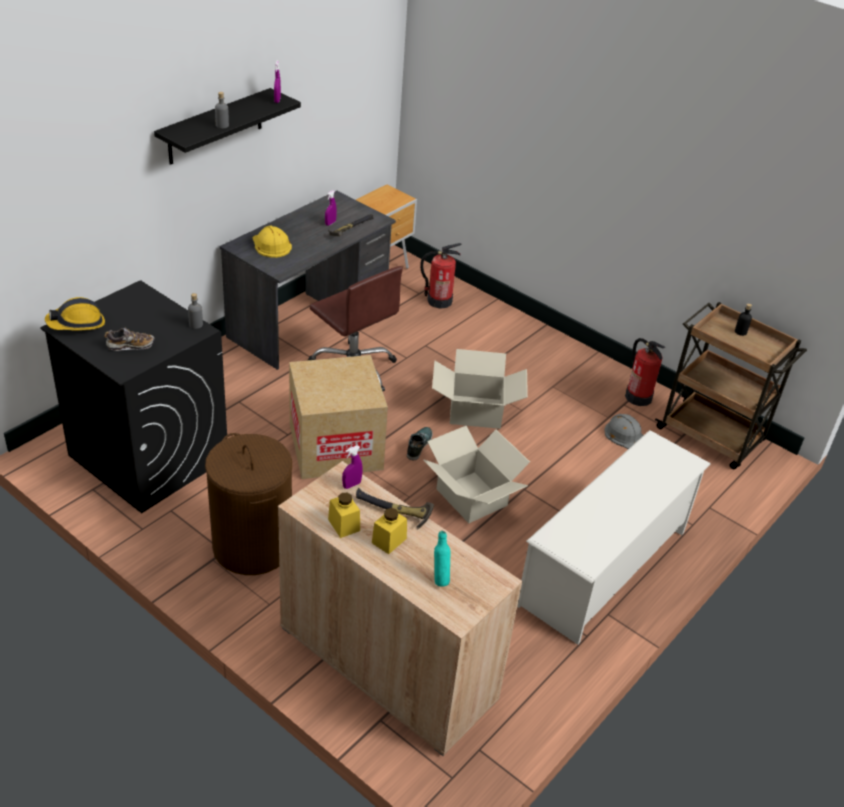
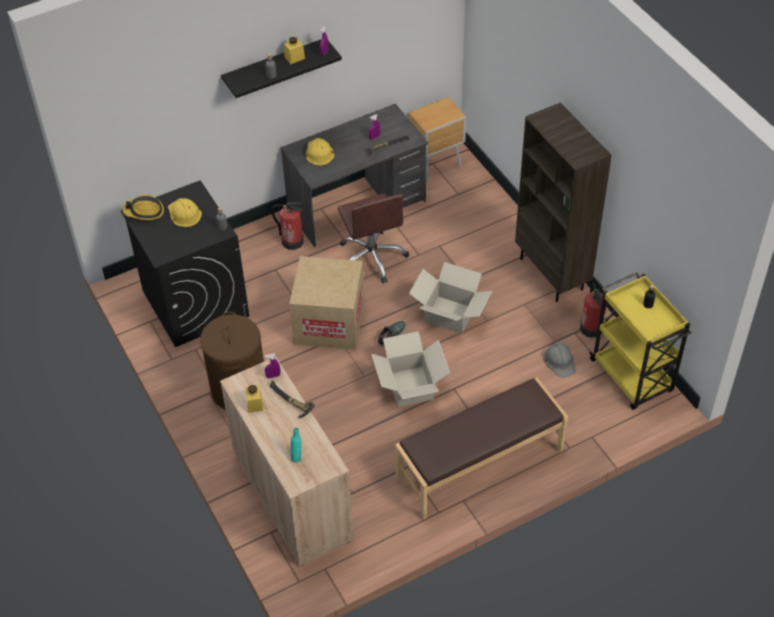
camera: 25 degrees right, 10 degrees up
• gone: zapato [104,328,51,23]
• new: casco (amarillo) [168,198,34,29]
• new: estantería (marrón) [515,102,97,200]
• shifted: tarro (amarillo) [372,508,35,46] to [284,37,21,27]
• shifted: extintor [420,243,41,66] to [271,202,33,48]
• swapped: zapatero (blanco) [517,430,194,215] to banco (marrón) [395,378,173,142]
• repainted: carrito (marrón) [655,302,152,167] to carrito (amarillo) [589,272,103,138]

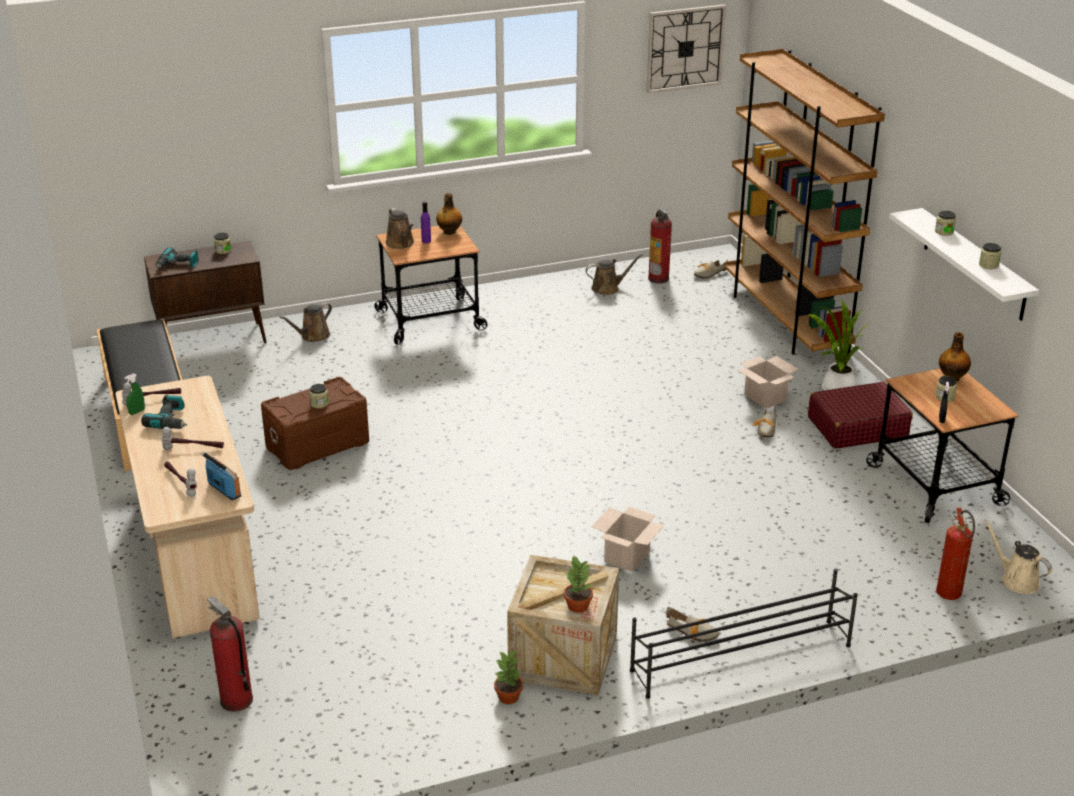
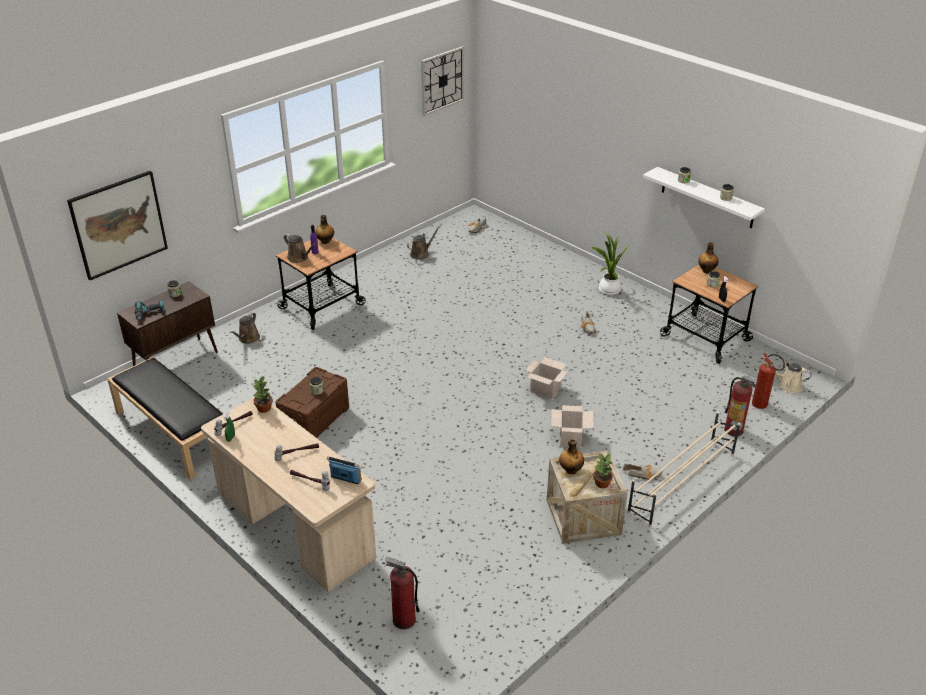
camera: 25 degrees left, 5 degrees up
• gone: taladro [141,395,46,34]
• gone: estantería (marrón) [724,49,161,306]
• gone: maleta (rojo) [808,382,105,67]
• new: cuadro [67,171,101,109]
• new: botella [559,439,25,35]
• shifted: planta en maceta [494,650,29,54] to [253,376,20,37]
• shifted: extintor [648,208,24,75] to [724,376,33,60]
• shifted: caja de cartón [738,356,61,53] to [526,357,42,42]
• repainted: zapatero (negro) [630,570,228,129] to zapatero (beis) [628,411,112,116]

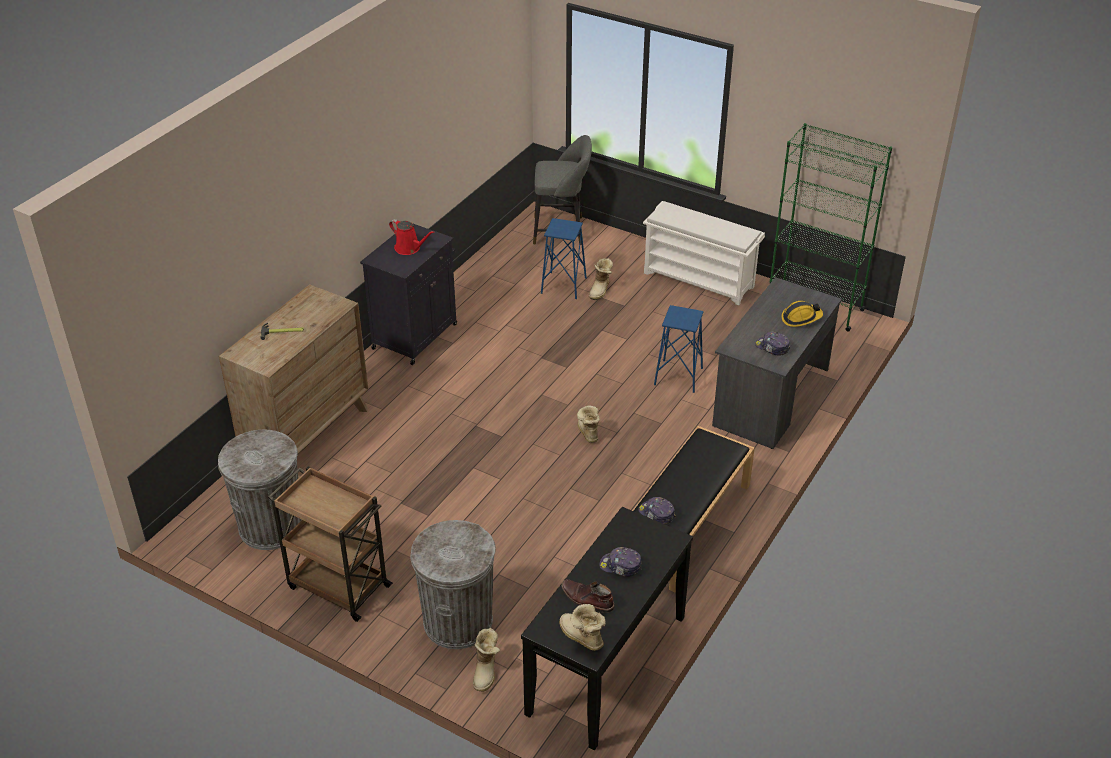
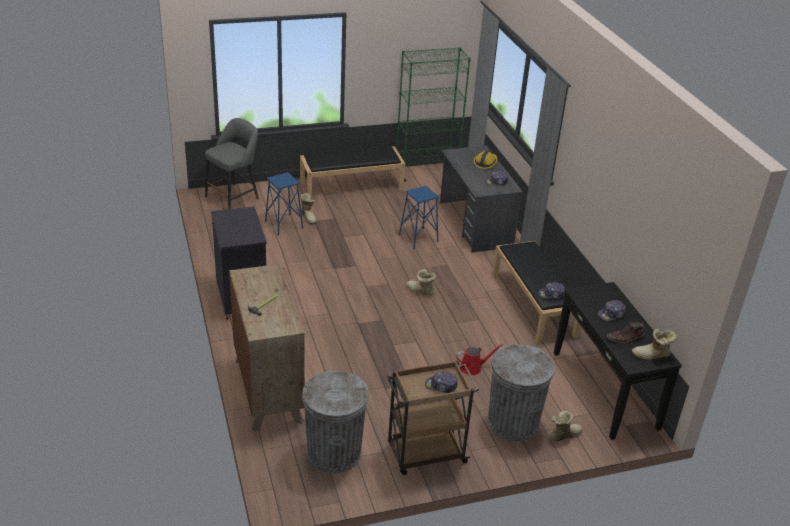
camera: 50 degrees left, 5 degrees down
• new: gorra [425,371,32,22]
• shifted: regadera (rojo) [389,219,45,36] to [456,344,47,32]
• swapped: zapatero (blanco) [643,201,122,104] to banco (negro) [300,146,105,54]
• rotated: bota [473,628,27,64] = [550,411,33,30] 75 degrees counterclockwise

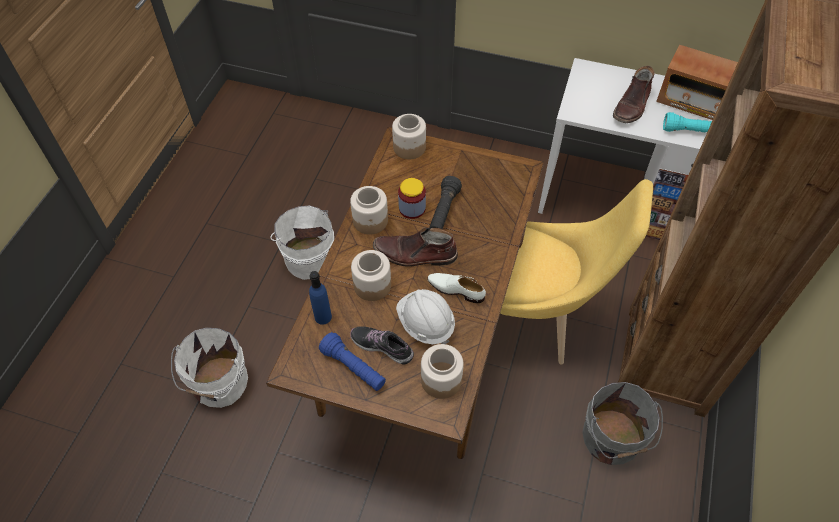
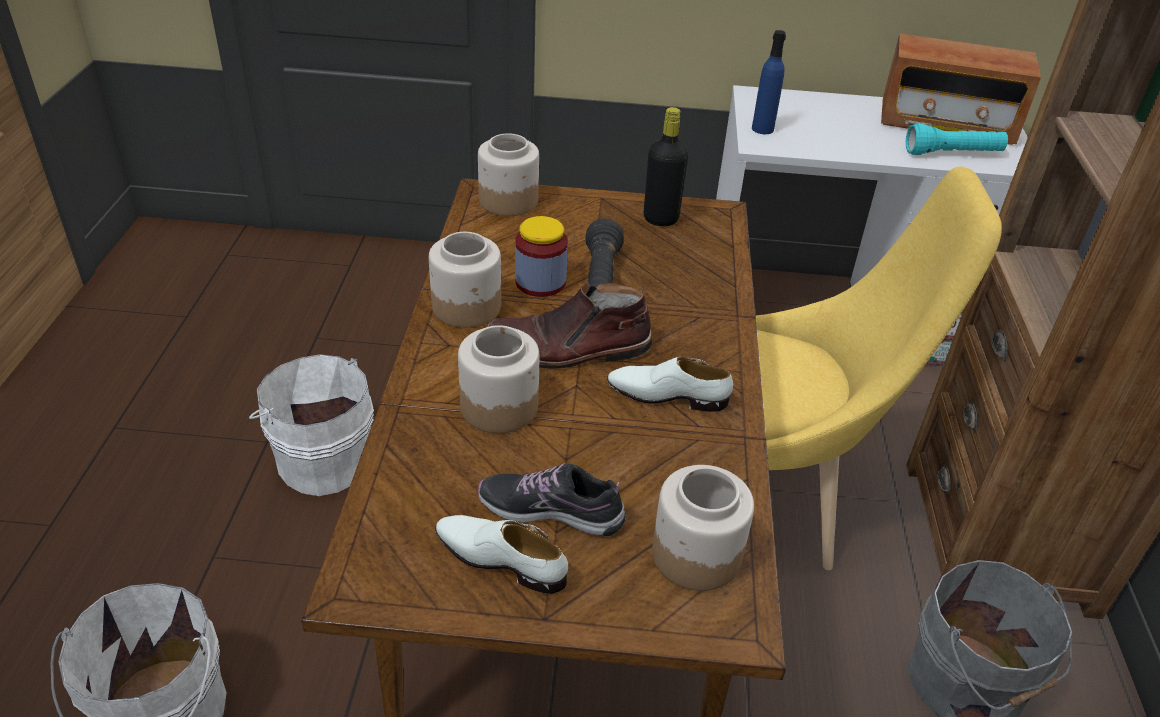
camera: 15 degrees left, 15 degrees down
• gone: casco (blanco) [396,289,59,56]
• gone: bota (marrón) [613,66,41,57]
• new: botella (negro) [644,107,44,119]
• shifted: botella (azul) [309,271,23,54] to [752,30,34,104]
• swapped: linterna (azul) [319,332,67,59] to zapato (blanco) [435,515,133,79]

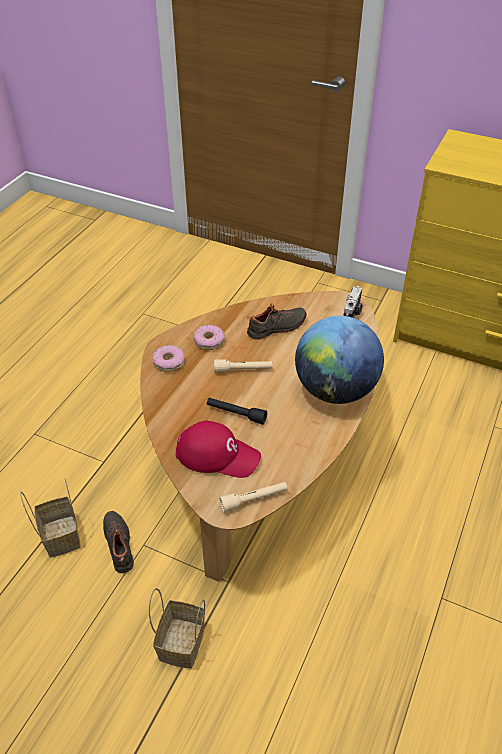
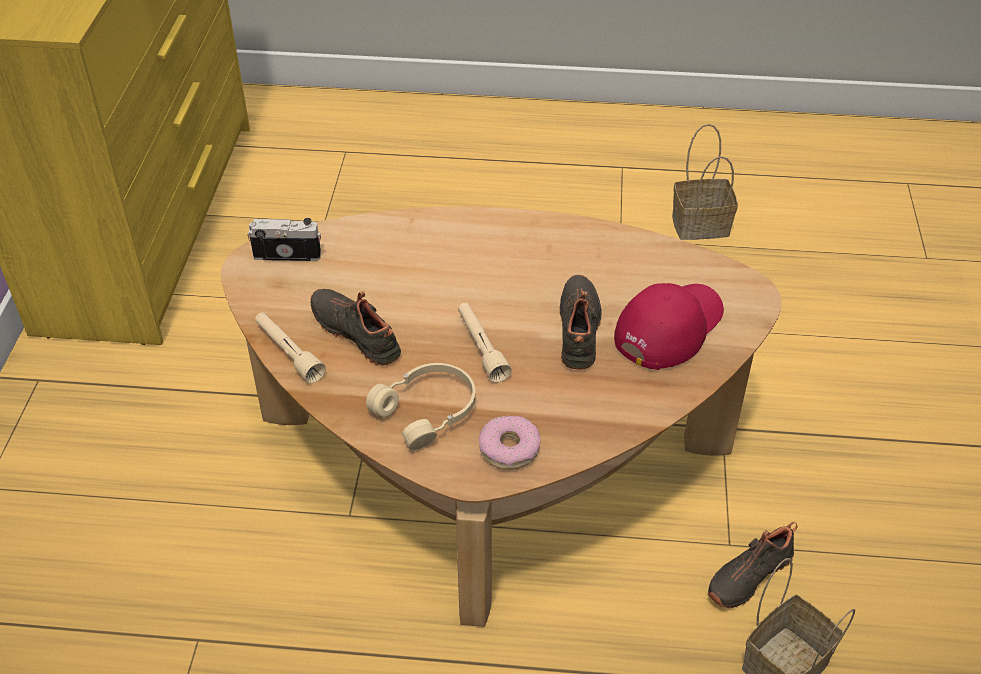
camera: 110 degrees left, 0 degrees up
• gone: globo terráqueo [295,316,89,88]
• shifted: cesta [149,588,56,81] to [672,124,66,116]
• shifted: linterna (beis) [219,482,68,31] to [255,313,71,70]
• swapped: rosquilla [193,325,32,25] to auriculares (beis) [366,363,110,87]
• swapped: linterna (negro) [207,398,60,27] to zapato (negro) [560,275,42,94]
• rotated: gorra (rojo) [176,420,85,58] = [614,283,110,87] 45 degrees clockwise

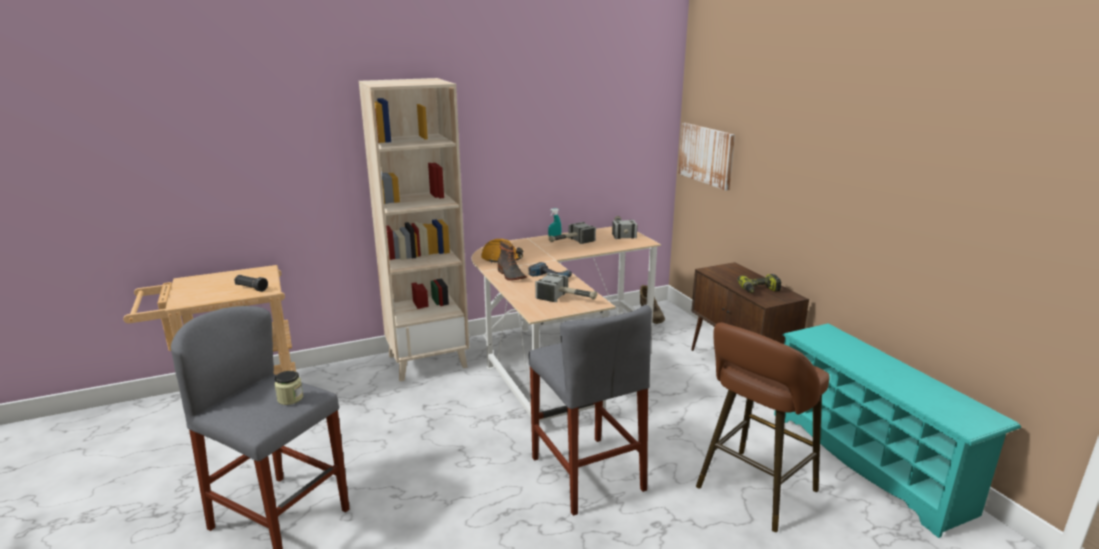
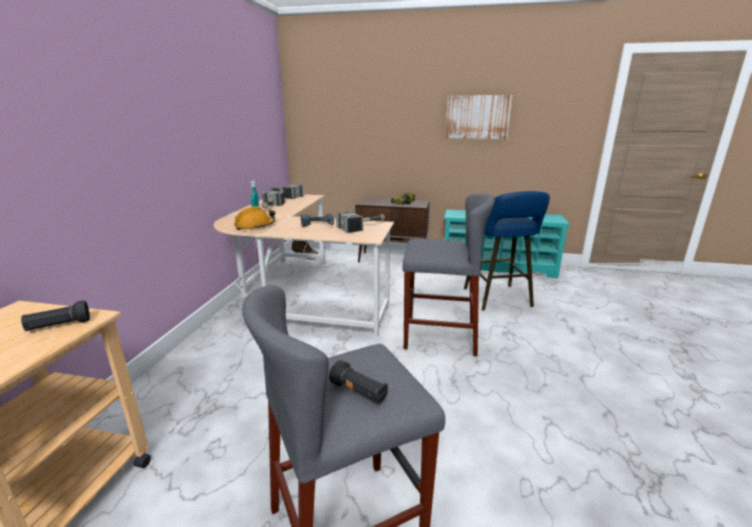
camera: 55 degrees left, 0 degrees up
• gone: tarro [274,371,29,34]
• gone: estantería (beis) [359,78,110,303]
• gone: bota [498,240,29,41]
• new: linterna (negro) [329,360,59,43]
• shifted: cuadro [678,123,57,68] to [445,95,68,44]
• repainted: taburete (marrón) [696,323,134,209] to taburete (azul) [464,191,86,119]

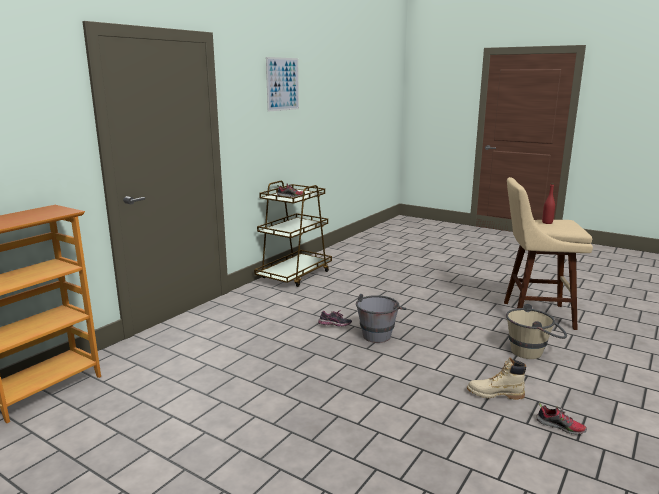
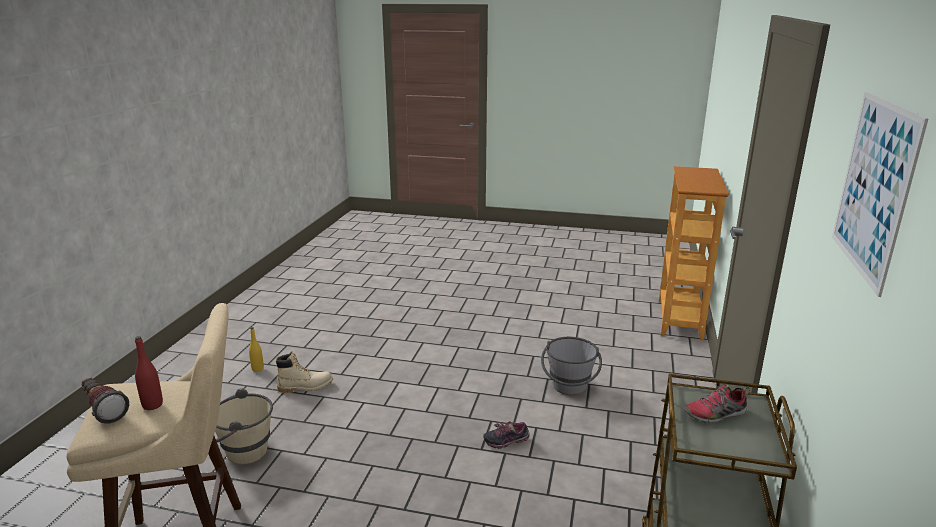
camera: 160 degrees right, 5 degrees up
• new: linterna [81,378,48,46]
• shifted: cubo (gris) [356,294,50,49] to [541,337,61,58]
• swapped: zapato [536,403,51,32] to botella (amarillo) [249,327,15,45]

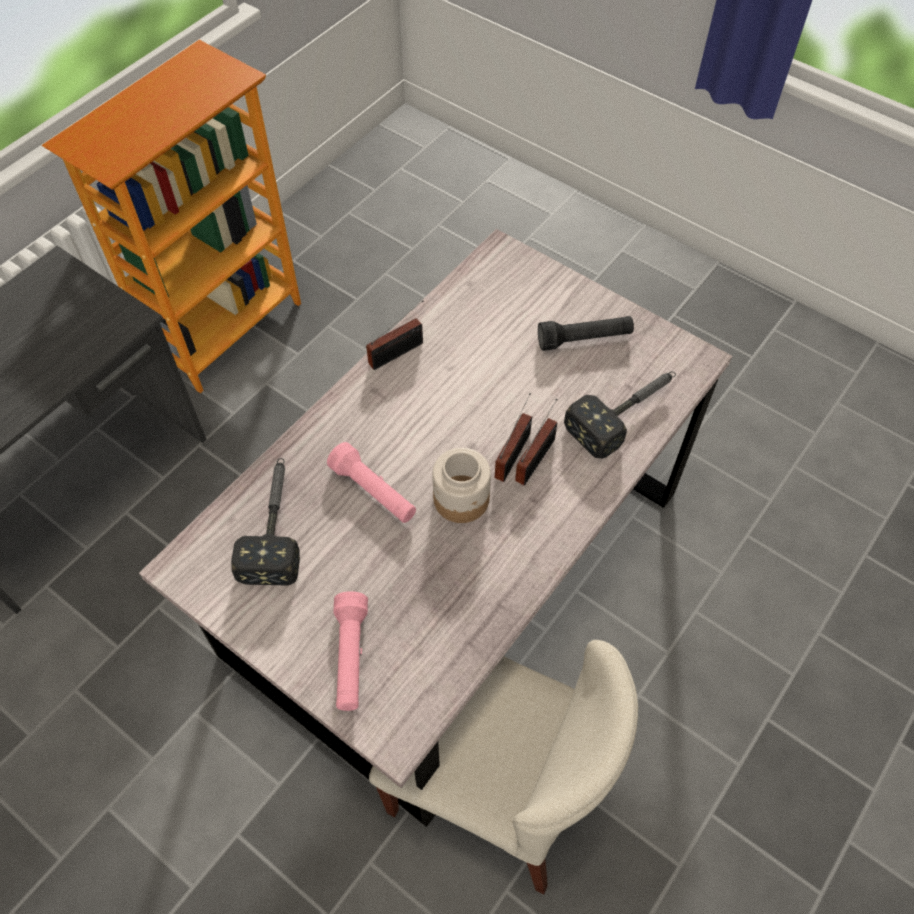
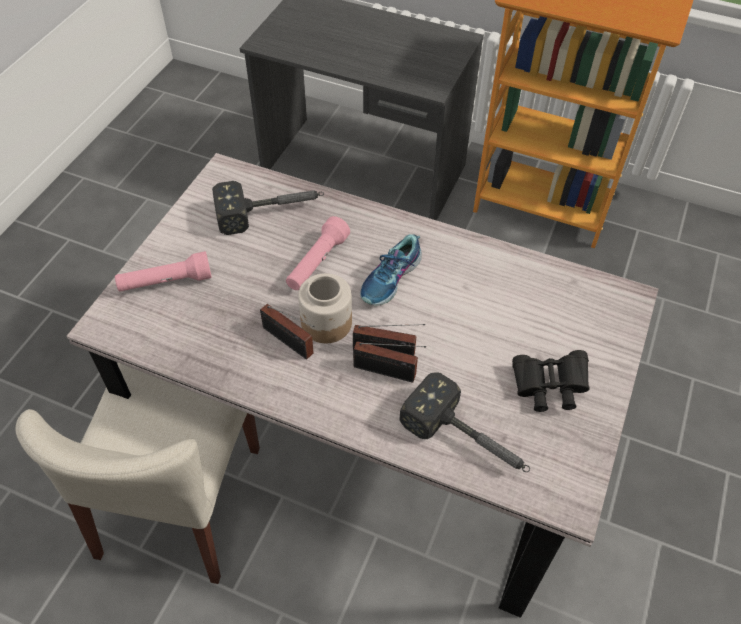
camera: 75 degrees right, 5 degrees down
• new: zapato [360,234,62,72]
• shifted: radio [366,301,57,69] to [260,304,55,56]
• swapped: linterna (negro) [538,316,96,35] to prismáticos (negro) [512,350,78,62]

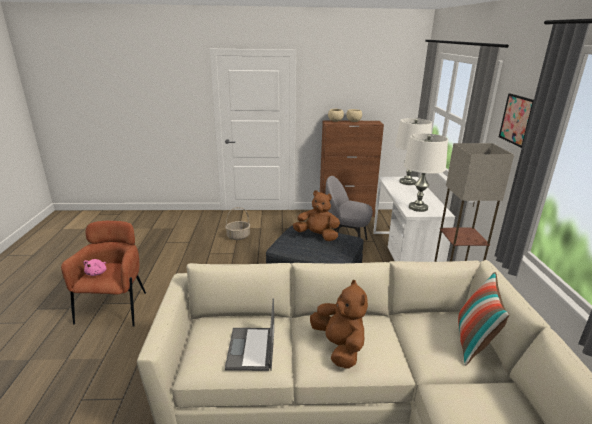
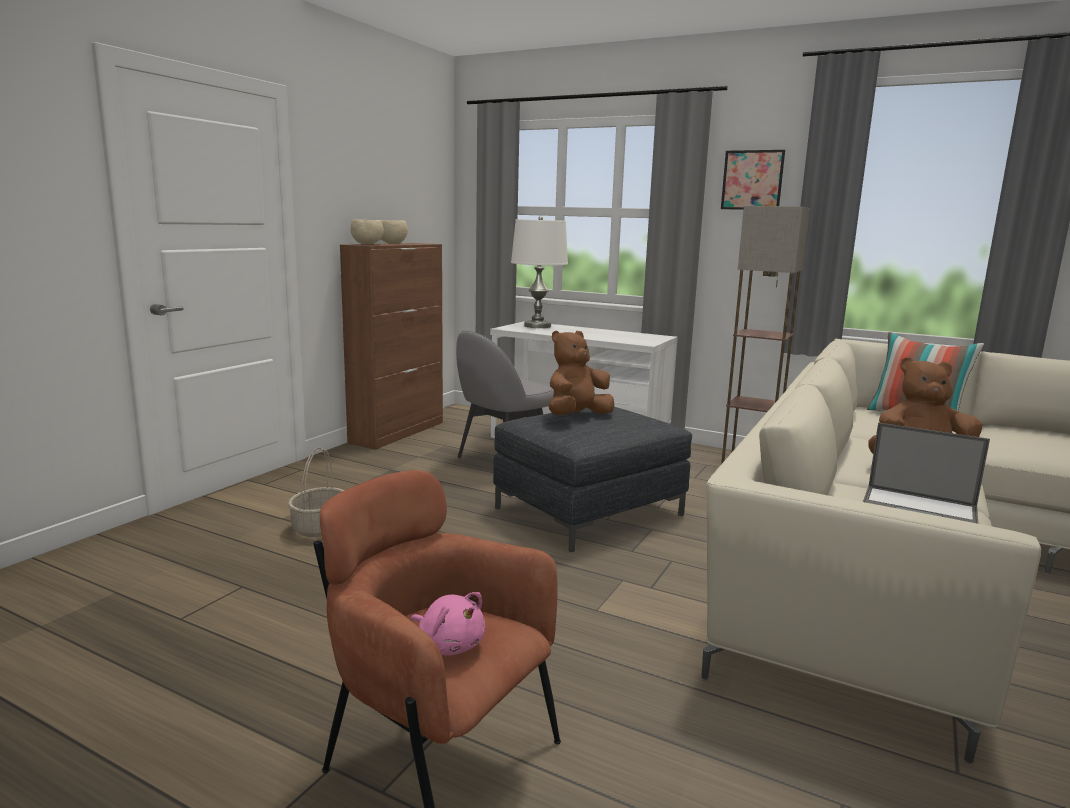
camera: 60 degrees left, 10 degrees down
• gone: lámpara de mesa (blanco) [404,133,44,79]

